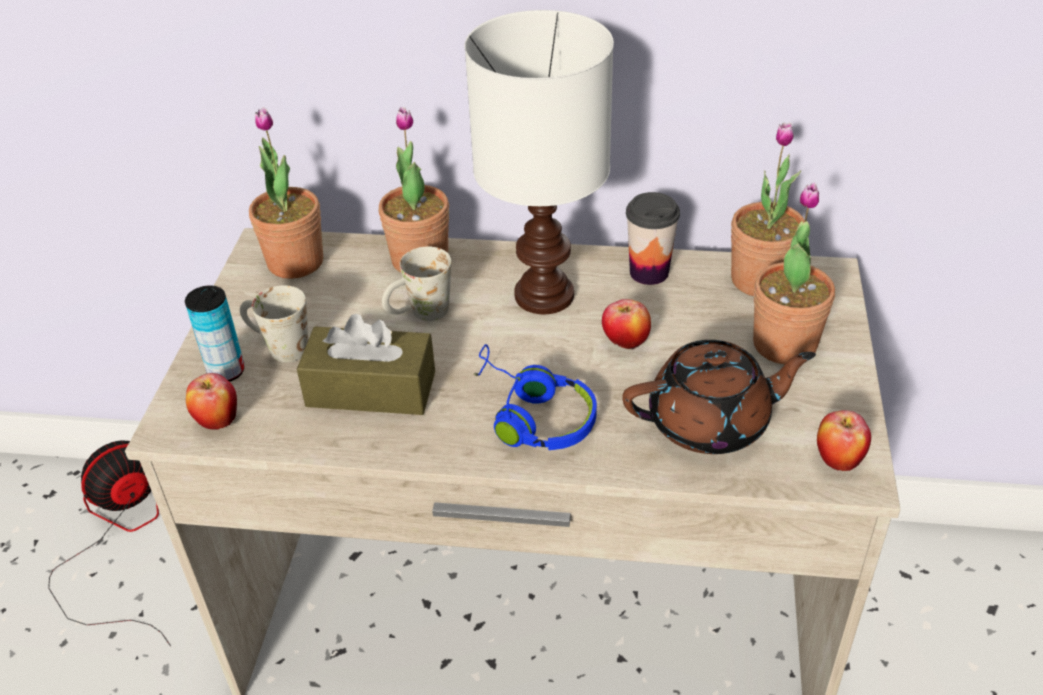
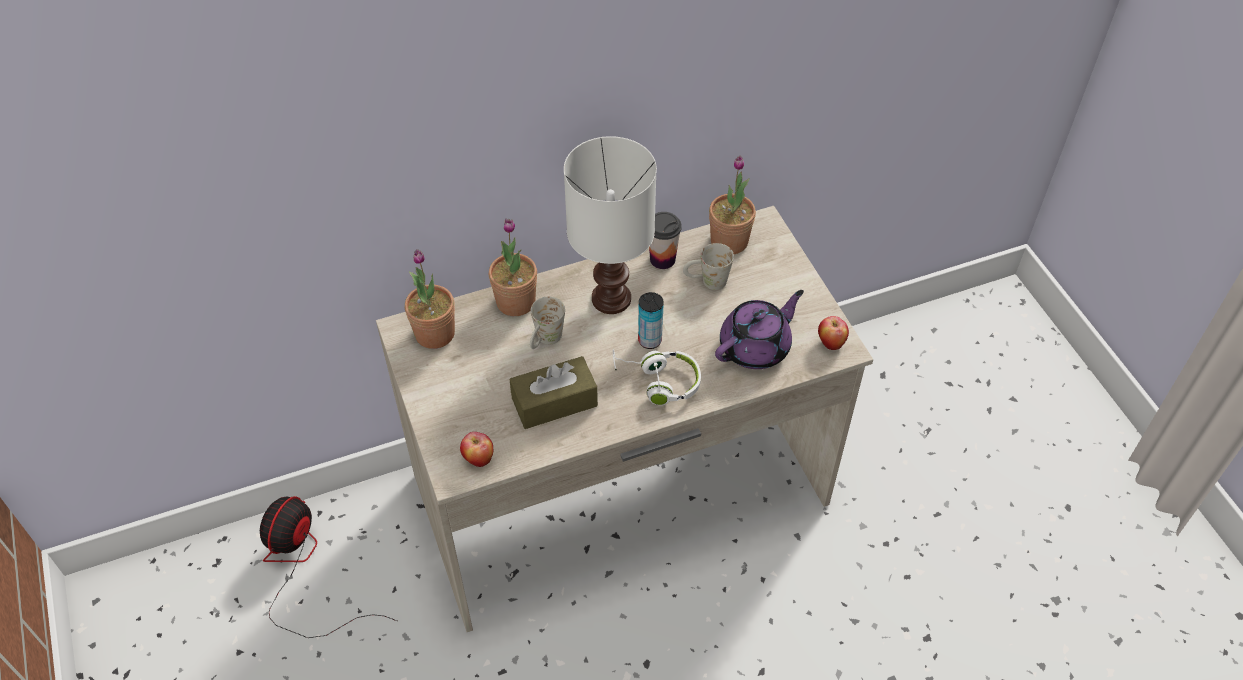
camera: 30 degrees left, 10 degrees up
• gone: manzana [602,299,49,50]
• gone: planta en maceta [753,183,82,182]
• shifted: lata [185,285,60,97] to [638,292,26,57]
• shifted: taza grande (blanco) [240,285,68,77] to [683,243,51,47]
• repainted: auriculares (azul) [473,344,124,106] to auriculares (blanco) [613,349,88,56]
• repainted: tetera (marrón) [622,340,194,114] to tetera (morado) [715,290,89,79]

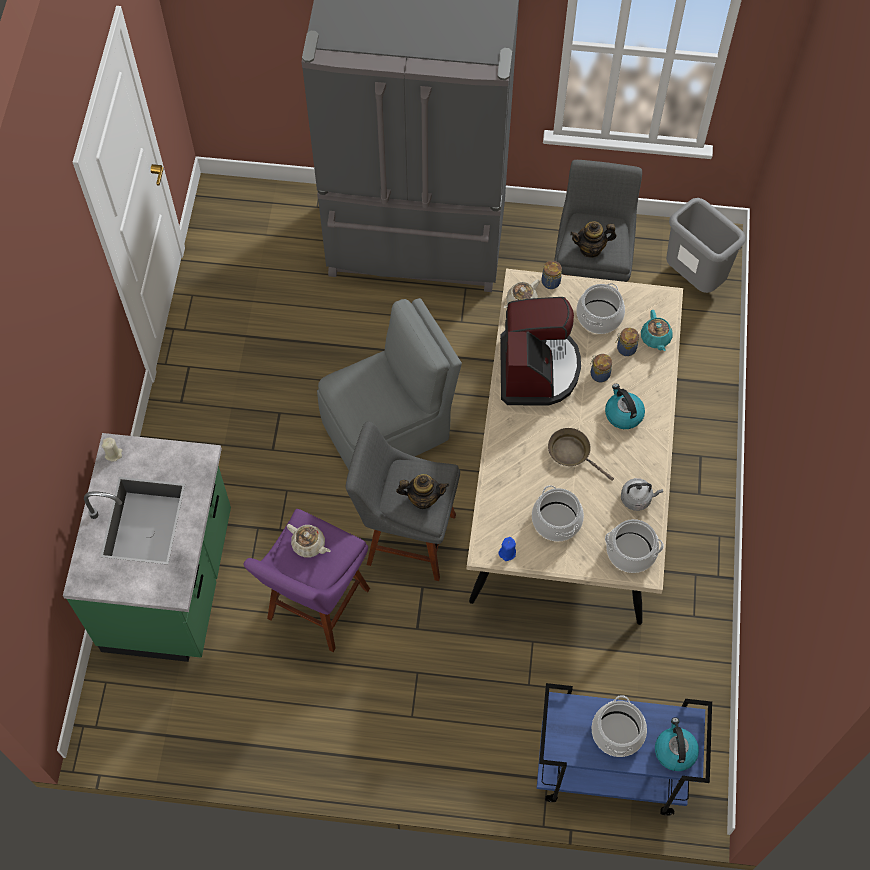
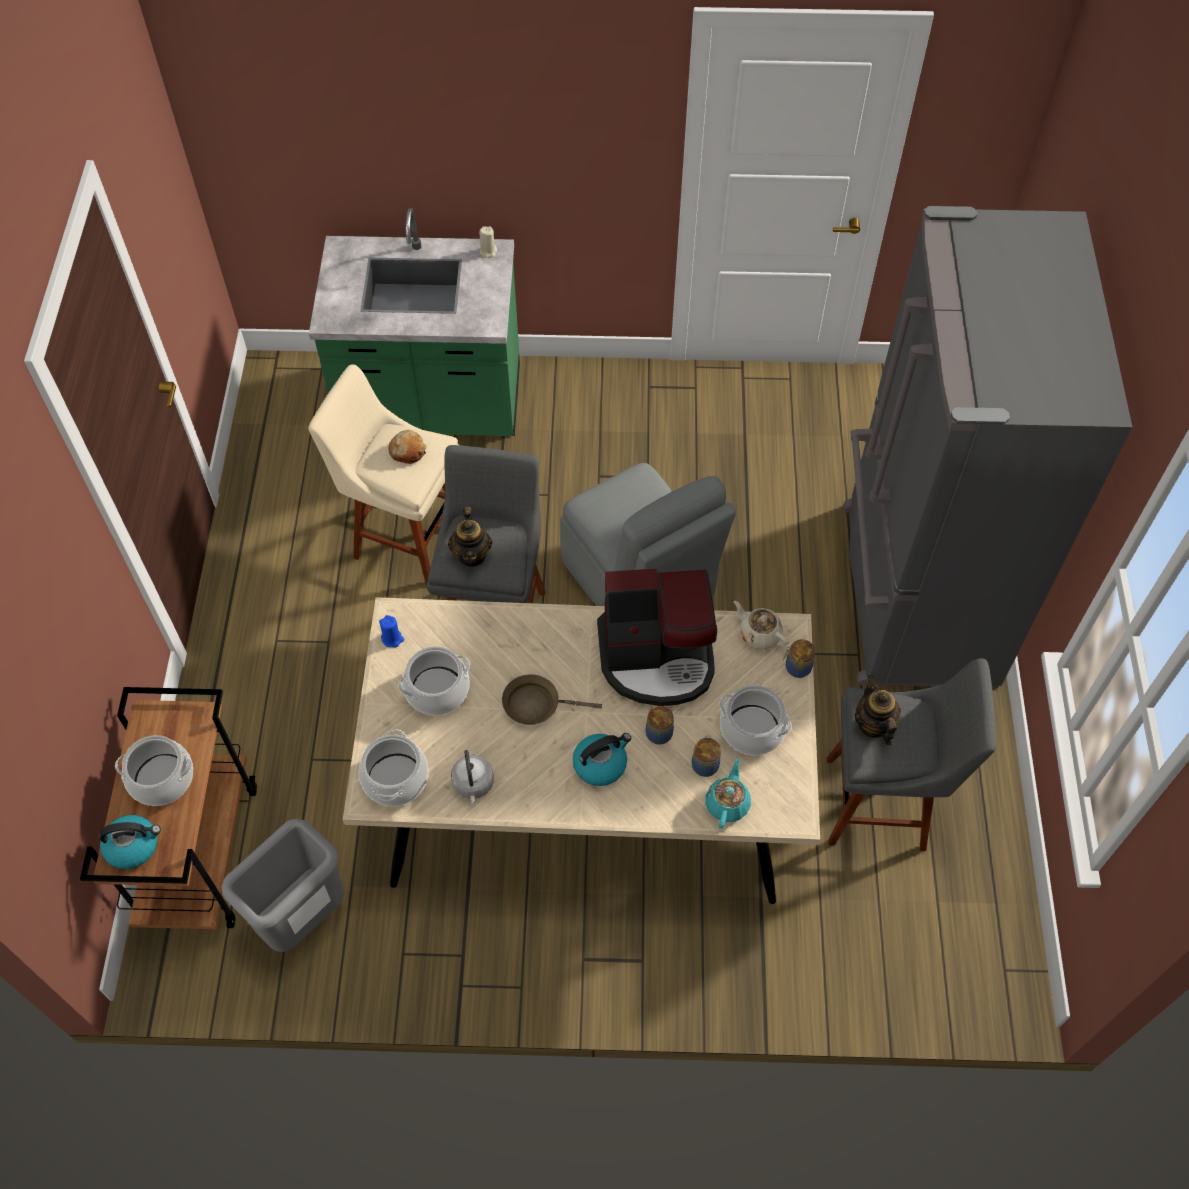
camera: 85 degrees right, 5 degrees down
• shifted: papelera (gris) [666,198,80,95] to [221,819,123,133]
• swapped: tetera (beis) [287,524,44,34] to pan [388,430,38,34]
• repainted: taburete (morado) [243,509,127,143] to taburete (beis) [308,364,151,221]
• repainted: carrito (azul) [537,683,175,133] to carrito (marrón) [80,687,177,242]
• rotated: sartén (marrón) [548,428,66,53] = [502,674,100,51] 120 degrees counterclockwise
• rotated: tetera (turquesa) [641,310,32,41] = [705,758,46,70] 120 degrees clockwise

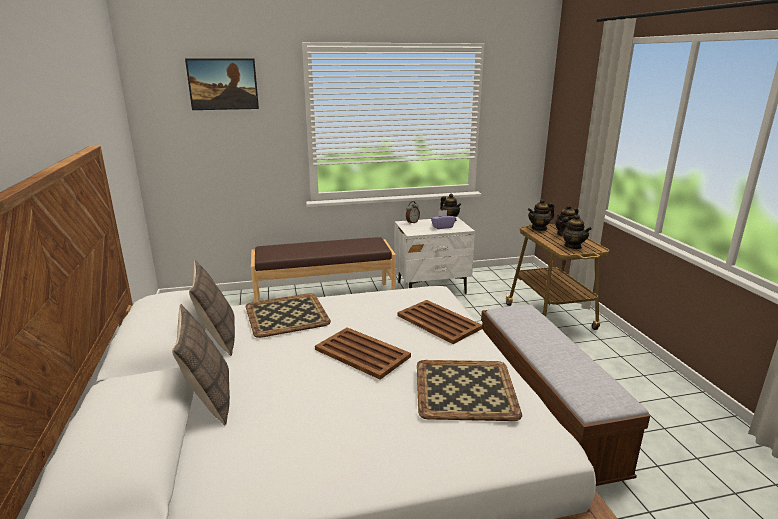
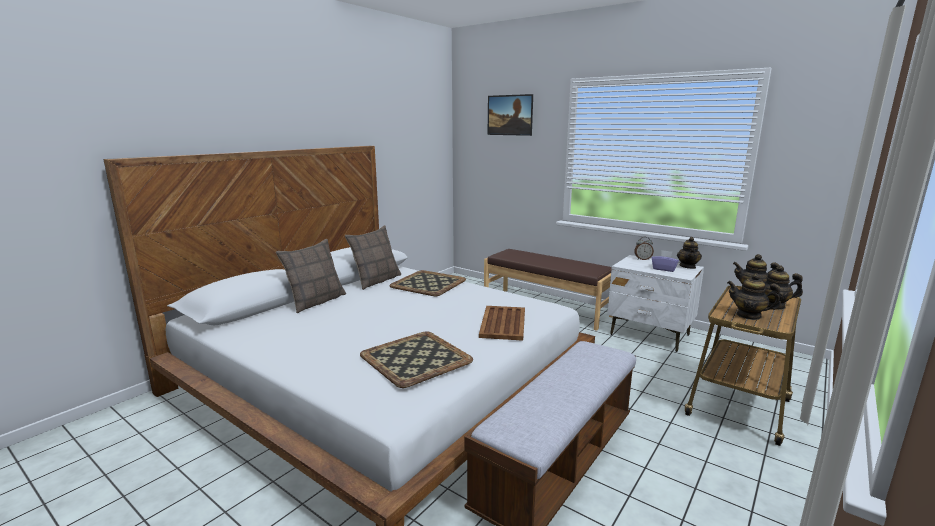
camera: 50 degrees right, 5 degrees down
• gone: bandeja (marrón) [315,327,96,53]
• rotated: tetera [560,215,32,34] = [727,273,54,47] 105 degrees clockwise

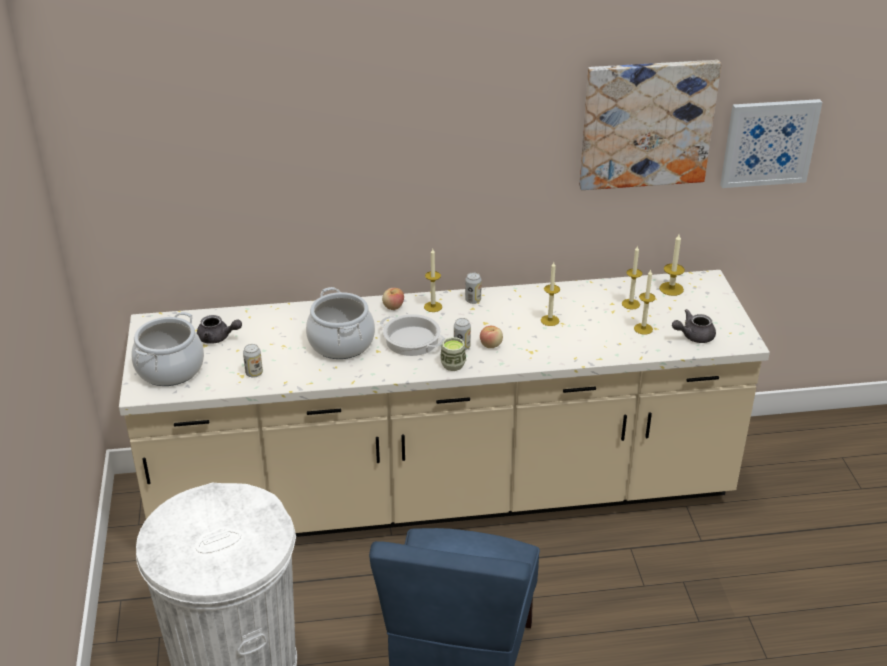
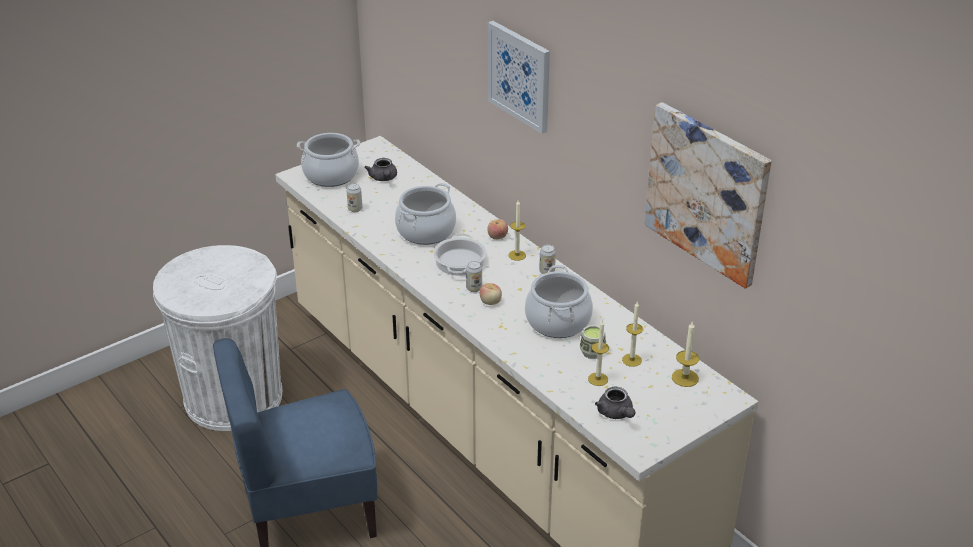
camera: 60 degrees right, 0 degrees up
• shifted: taza [440,337,26,34] to [580,325,26,34]
• shifted: cuadro [720,99,102,89] to [488,21,62,113]
• swapped: vela [541,262,19,64] to olla [525,265,68,73]
• rotated: tetera (gris) [672,309,44,34] = [595,387,41,32] 150 degrees counterclockwise

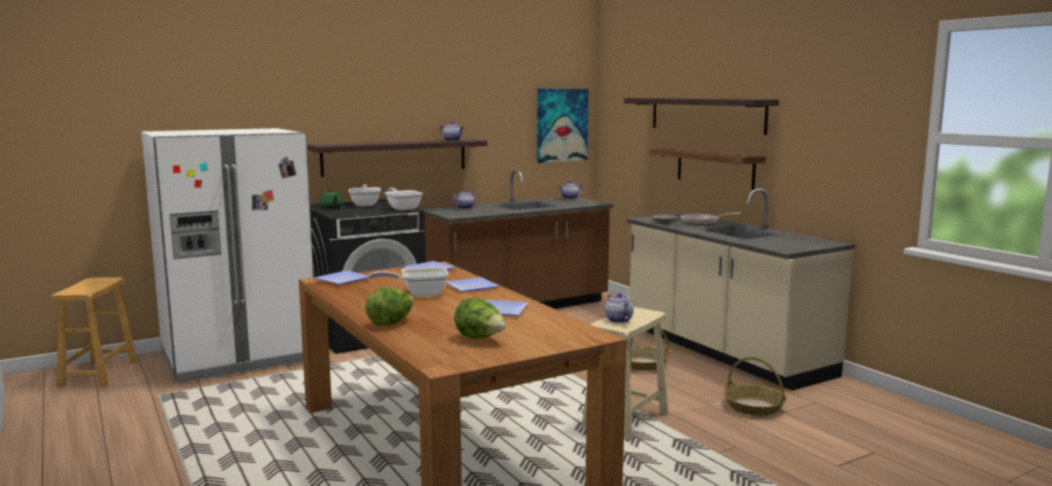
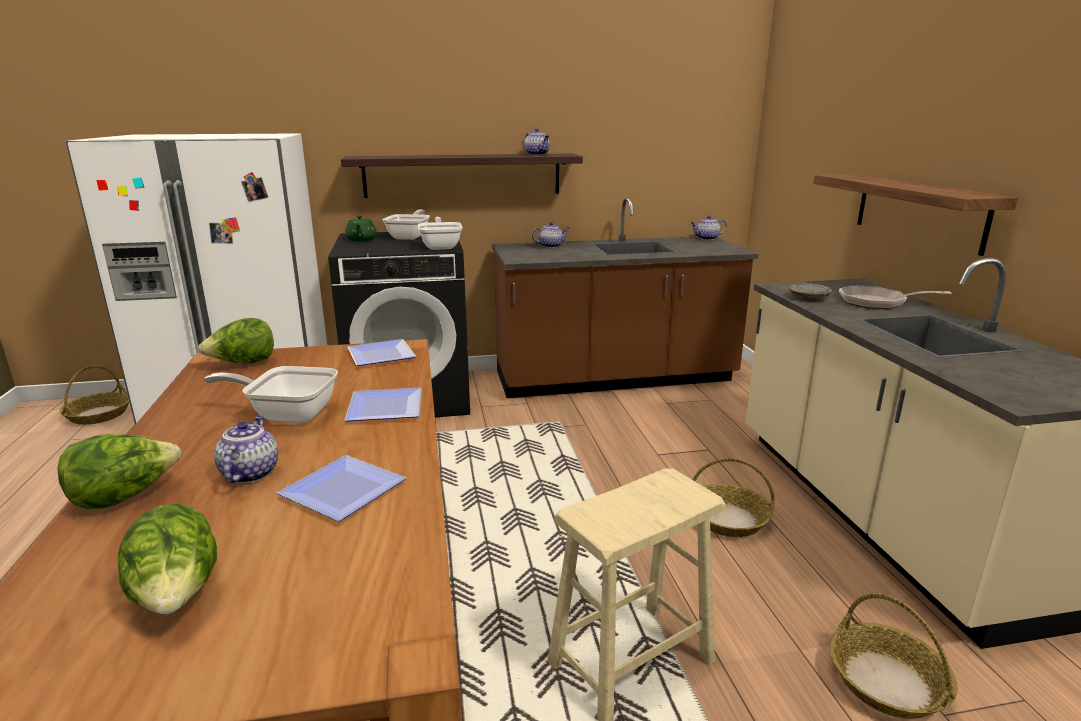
camera: 20 degrees right, 10 degrees up
• gone: cuadro [537,89,51,74]
• gone: estante [624,98,155,37]
• shifted: tetera [605,293,29,30] to [214,416,64,67]
• swapped: taburete (marrón) [51,277,87,110] to cesta [59,365,70,60]
• swapped: plato [315,271,54,13] to lechuga [198,318,76,46]

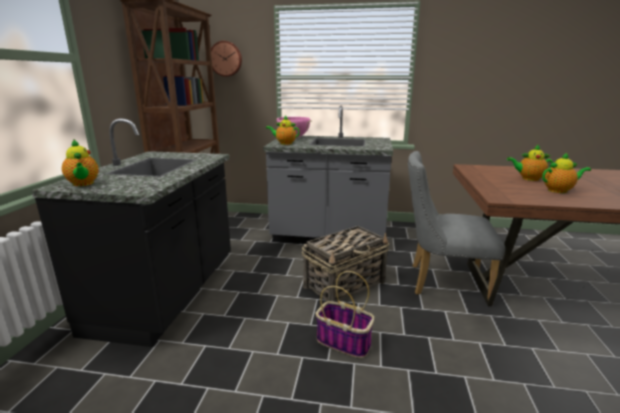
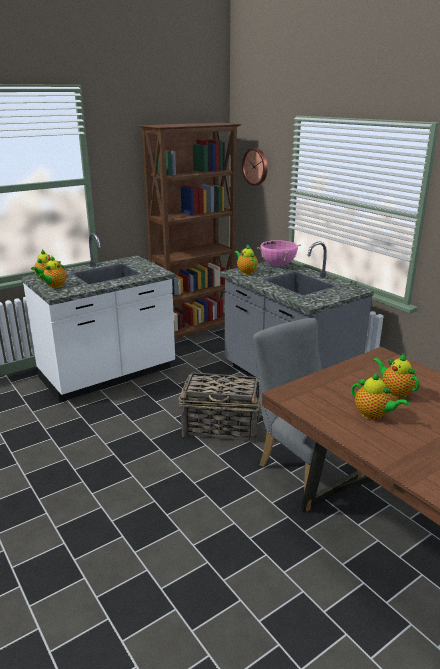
camera: 45 degrees right, 5 degrees up
• gone: cesta [316,271,58,87]
• new: tetera [37,256,29,32]
• repainted: mueble bajo de cocina (negro) [31,118,200,229] to mueble bajo de cocina (blanco) [21,233,155,169]

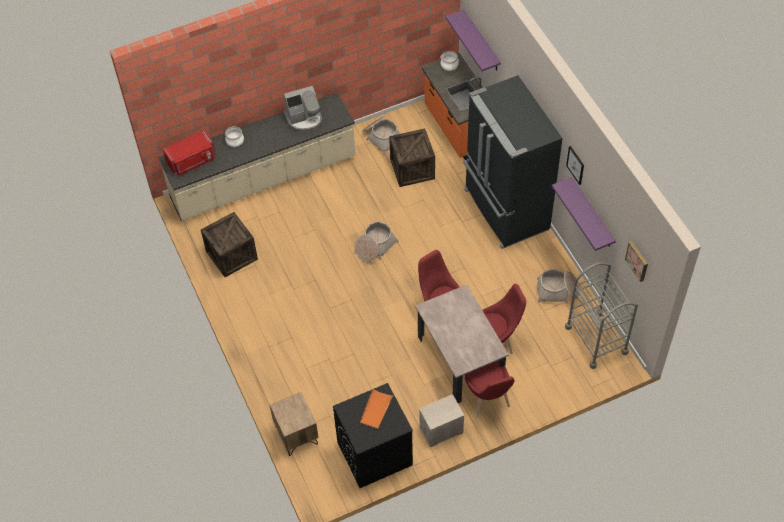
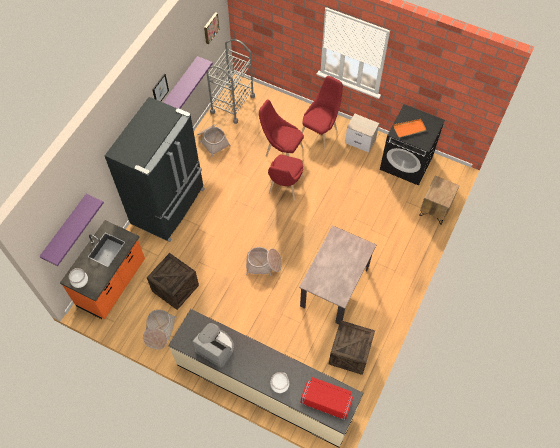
camera: 130 degrees left, 5 degrees up
• shifted: mesa de comedor (beis) [415,285,94,118] to [299,225,77,99]

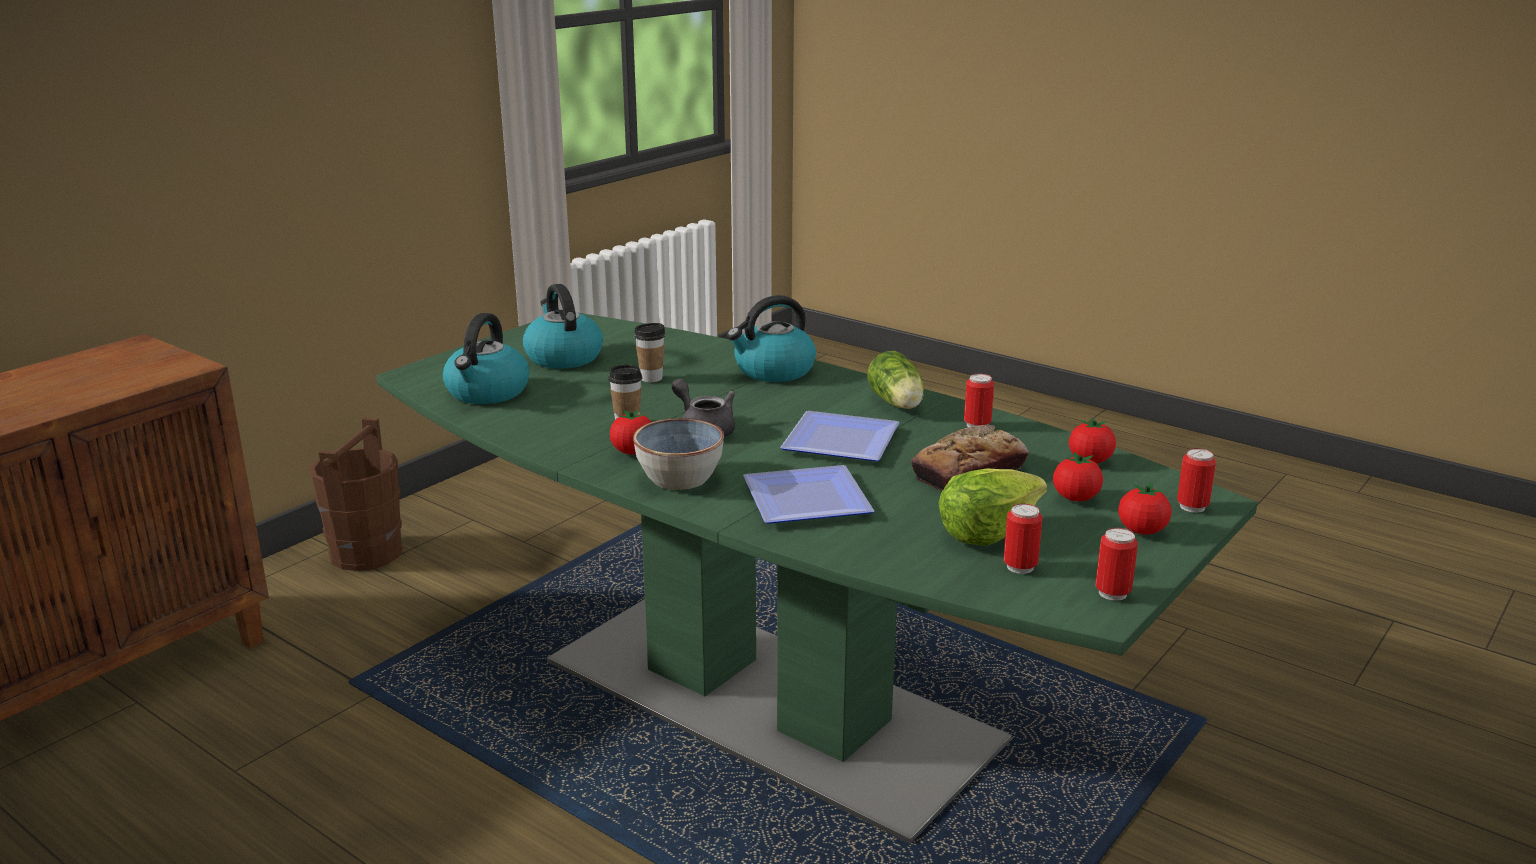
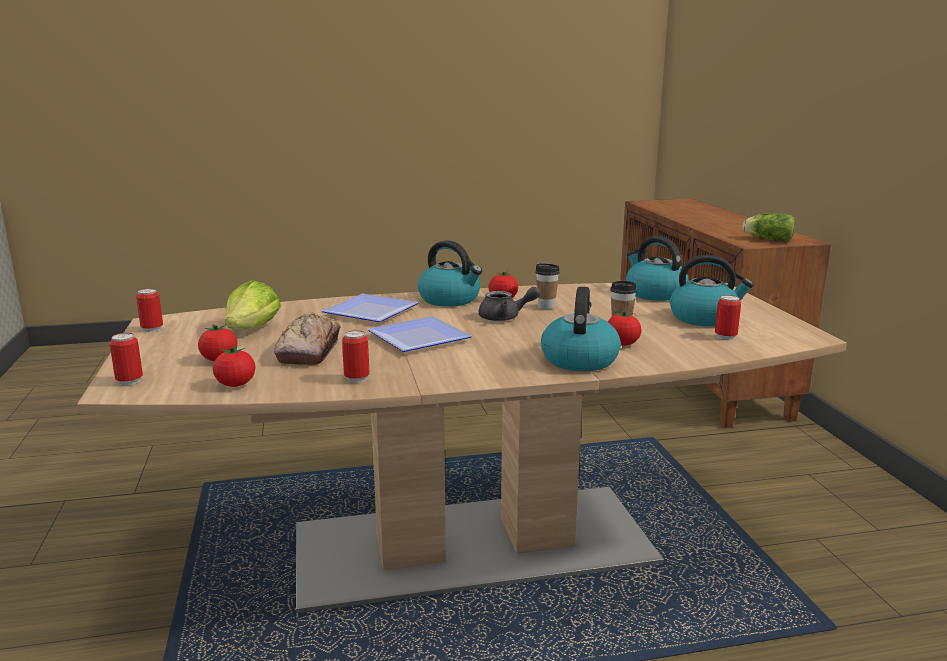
camera: 130 degrees right, 5 degrees down
• gone: cubo (marrón) [309,417,94,154]
• shifted: lechuga [867,351,57,58] to [743,213,52,29]
• shifted: lata [1004,503,39,71] to [715,295,26,45]
• shifted: tomate [1118,483,54,51] to [607,310,34,36]
• swapped: cuenco [633,418,91,72] to hervidor [418,240,64,66]
• repainted: mesa de comedor (verde) [376,313,882,531] to mesa de comedor (marrón) [77,283,770,330]

